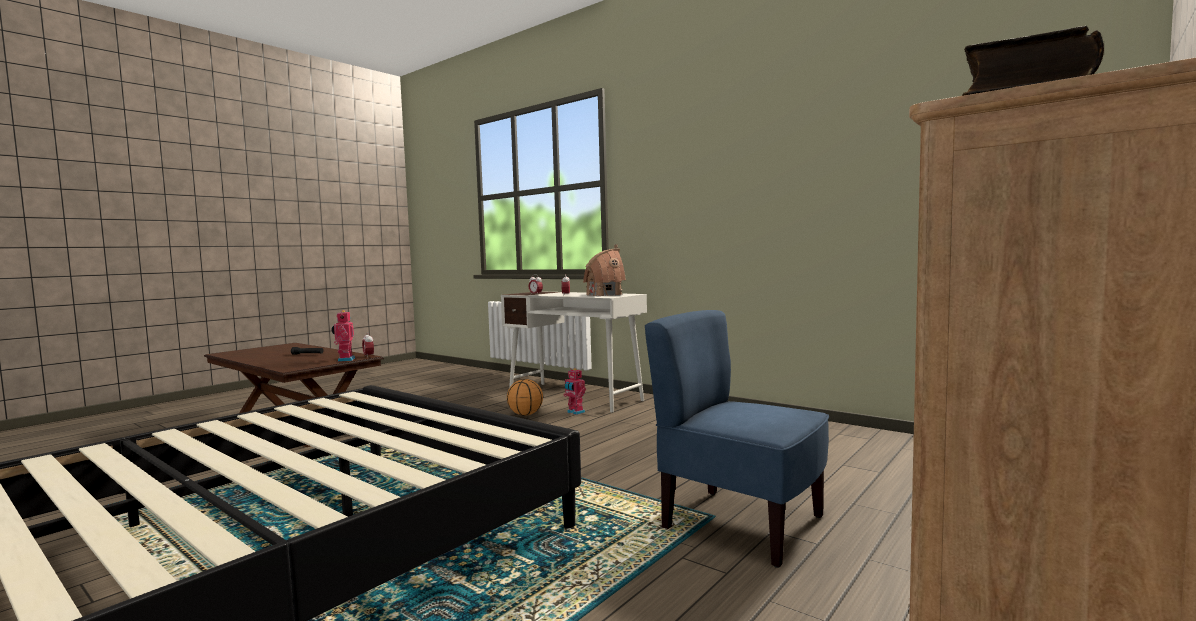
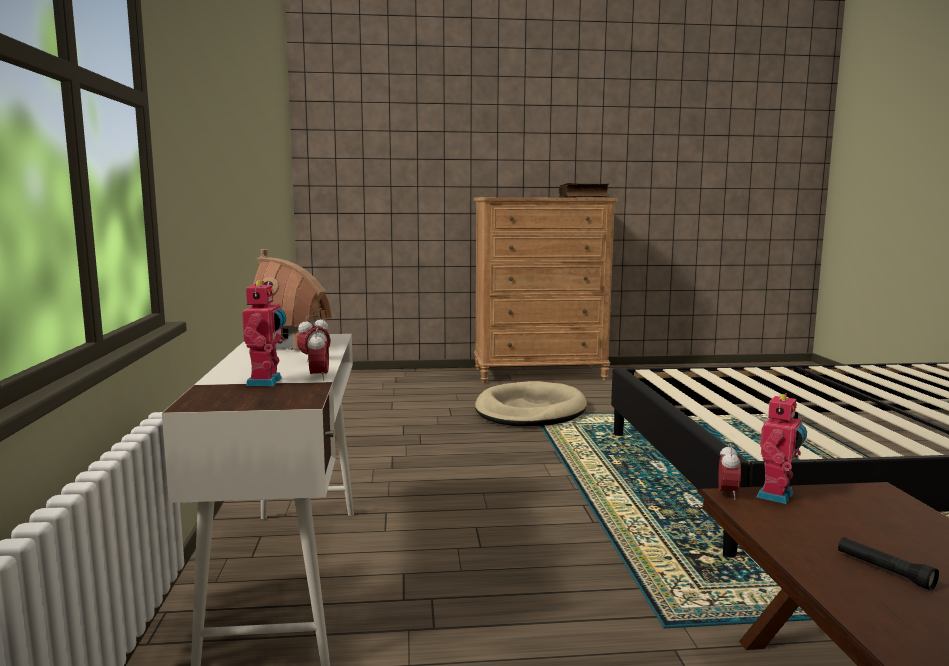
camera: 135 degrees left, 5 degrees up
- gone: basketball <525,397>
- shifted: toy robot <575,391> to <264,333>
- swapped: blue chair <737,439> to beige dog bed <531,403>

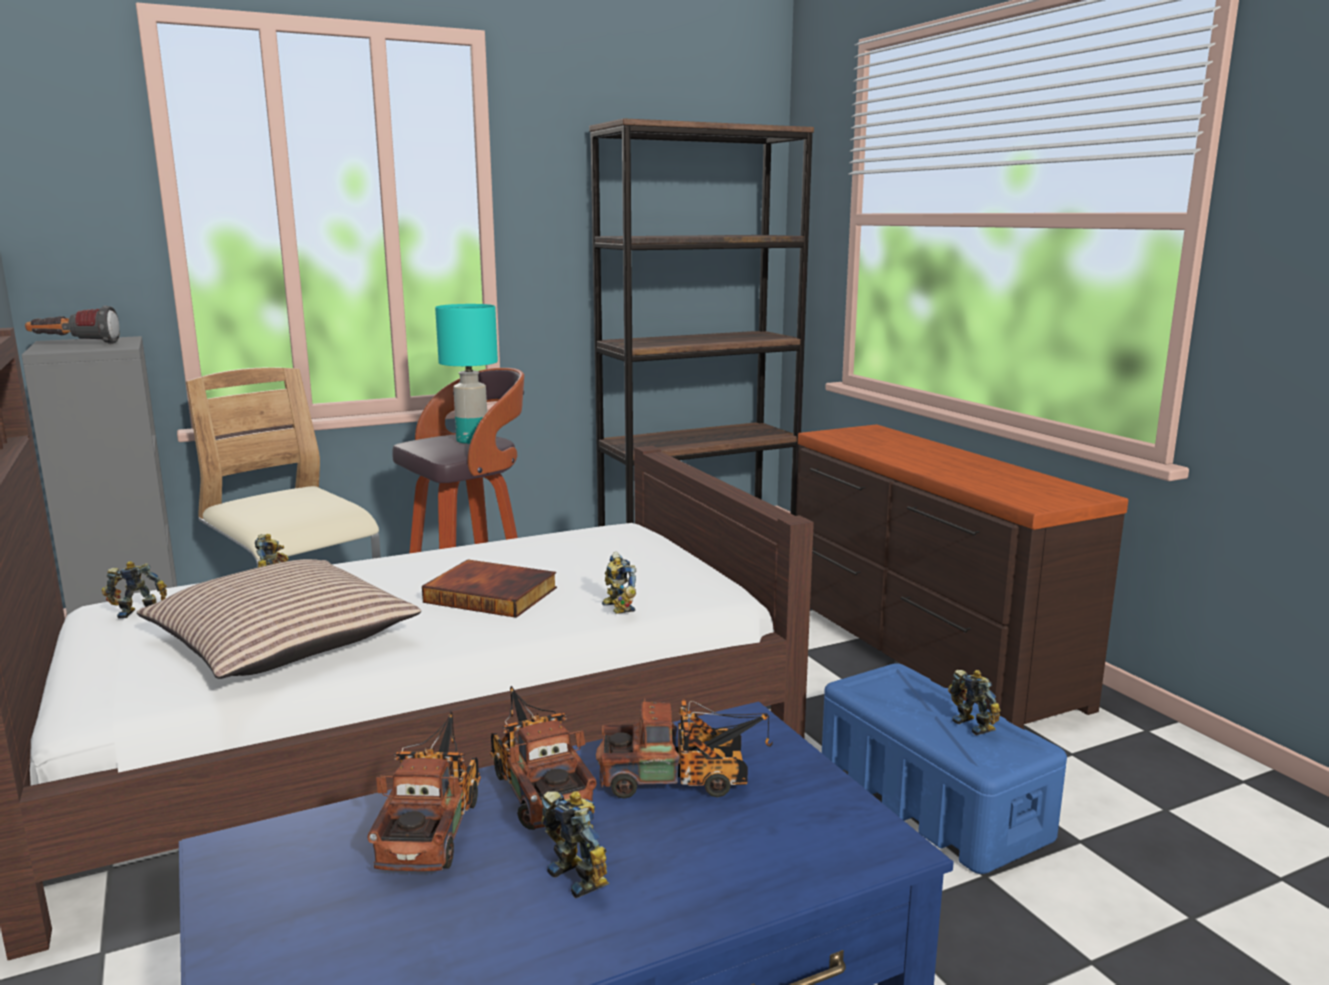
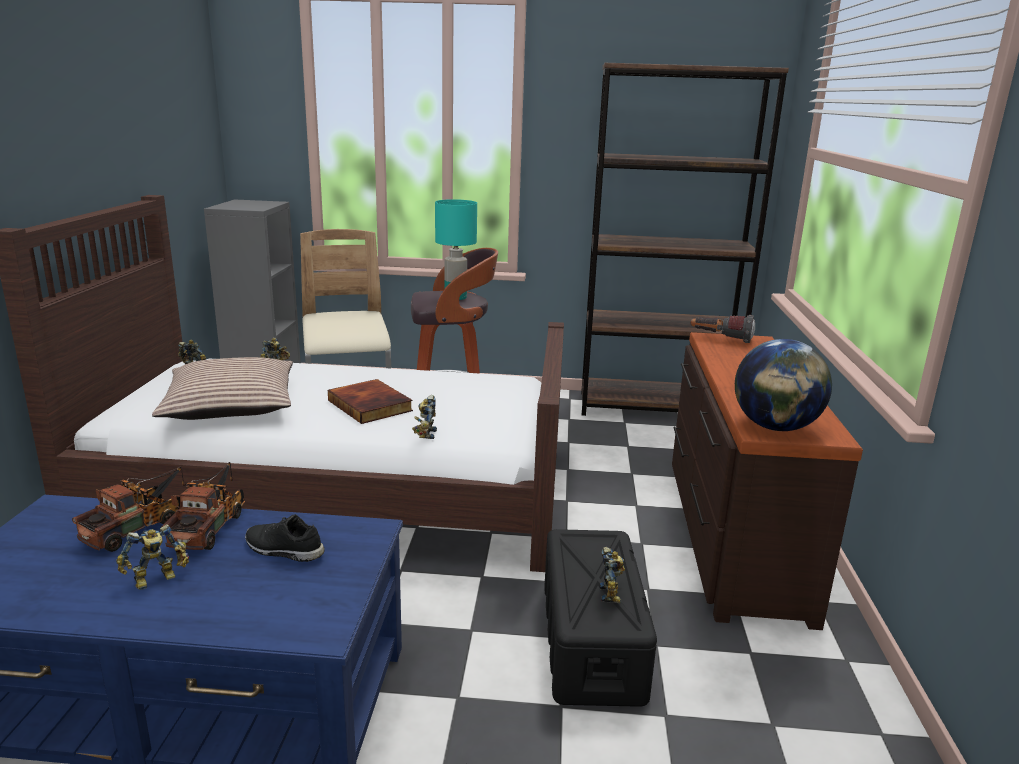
camera: 30 degrees right, 5 degrees up
- new: globe <783,385>
- shifted: flashlight <72,325> to <723,329>
- swapped: toy truck <684,748> to black shoe <285,538>
- repainted: blue storage box <944,768> to black storage box <600,618>
- rotated: toy robot <575,844> = <152,557> 60 degrees clockwise

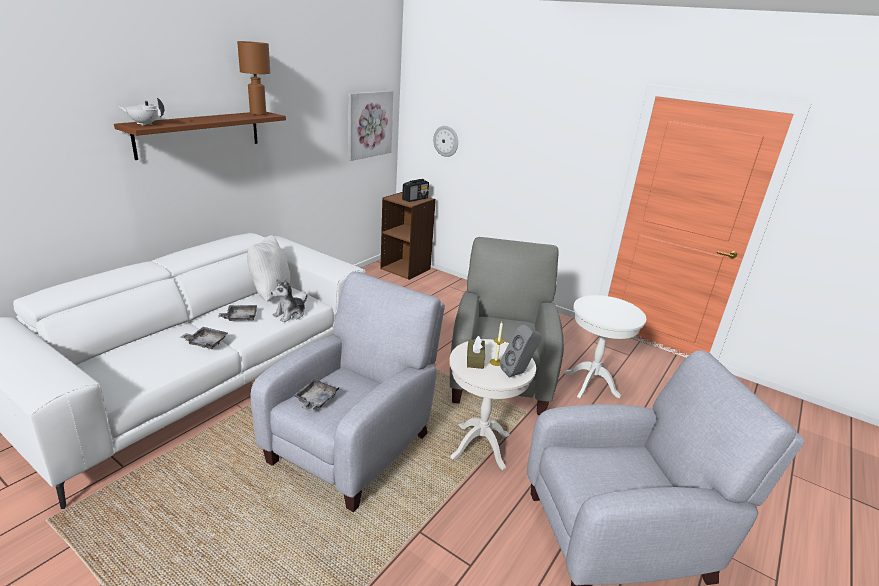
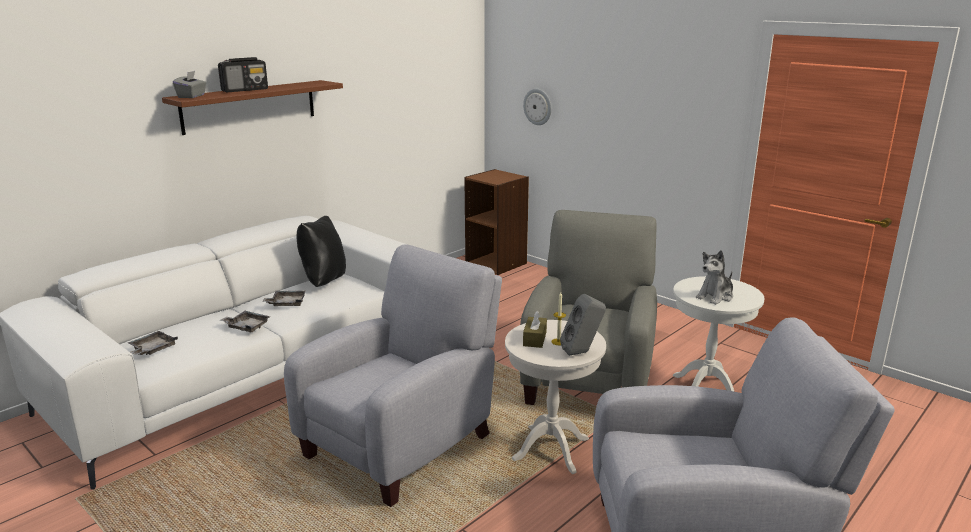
camera: 10 degrees right, 5 degrees down
- gone: brown table lamp <253,78>
- gone: picture <371,126>
- shifted: plush toy <289,300> to <714,277>
- shifted: grey tray <315,395> to <153,343>
- shifted: radio <415,190> to <243,74>
- swapped: white teapot <141,112> to grey tissue box <189,84>
- repainted: white pillow <268,268> to black pillow <321,251>

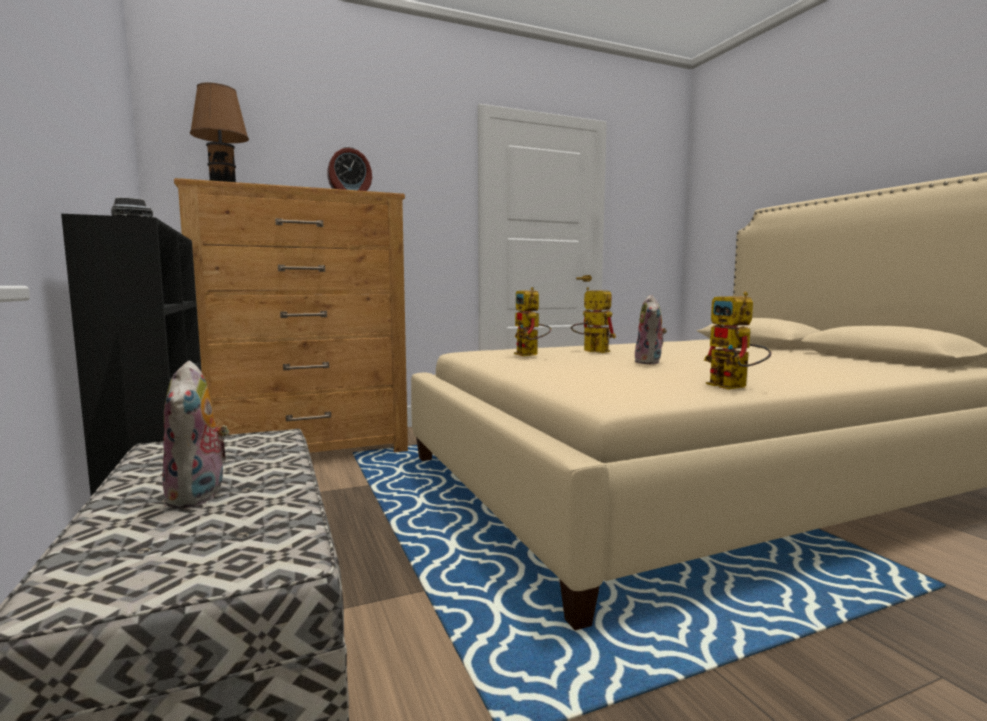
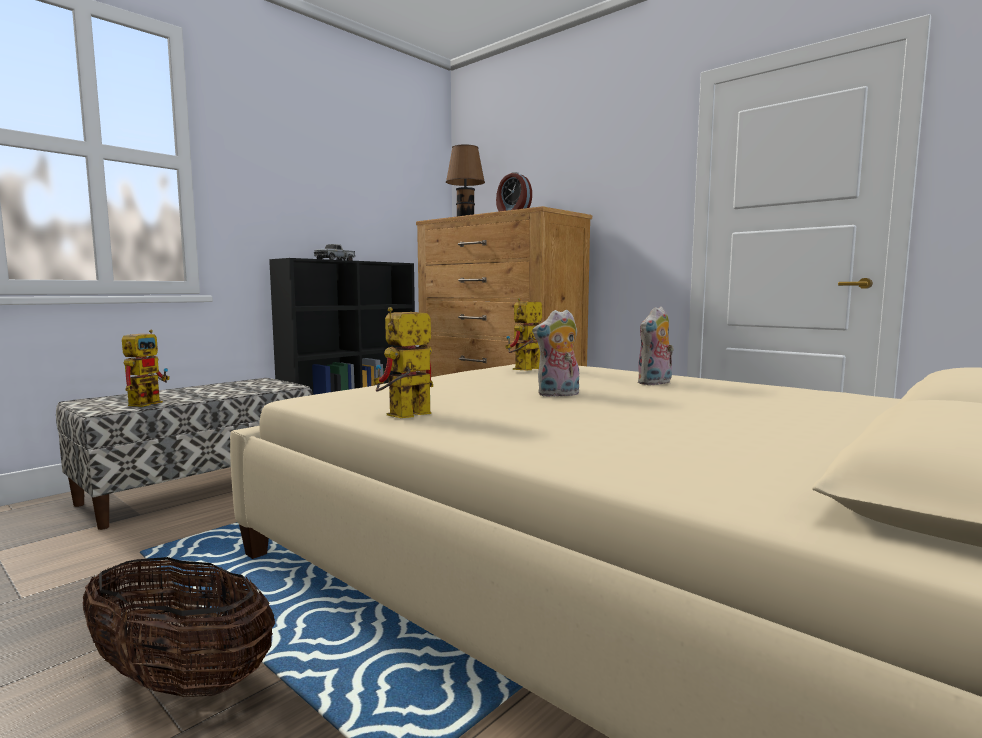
camera: 65 degrees right, 0 degrees up
- new: basket <178,627>
- shifted: plush toy <195,435> to <655,345>
- shifted: toy robot <593,320> to <146,368>

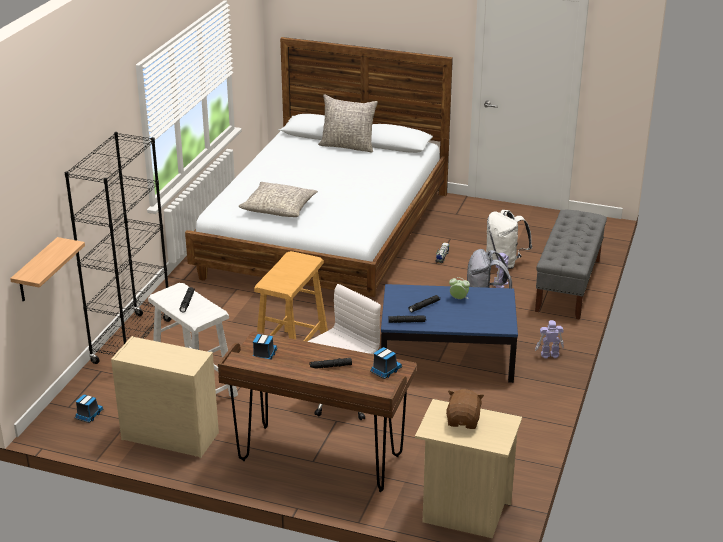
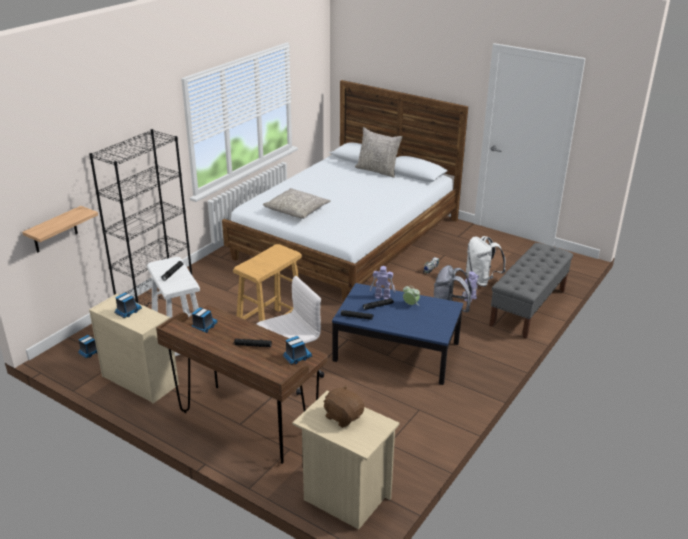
camera: 15 degrees right, 0 degrees up
- new: toy truck <128,305>
- shifted: toy robot <549,339> to <382,282>
- rotated: brown plush toy <465,409> = <343,406> 75 degrees counterclockwise

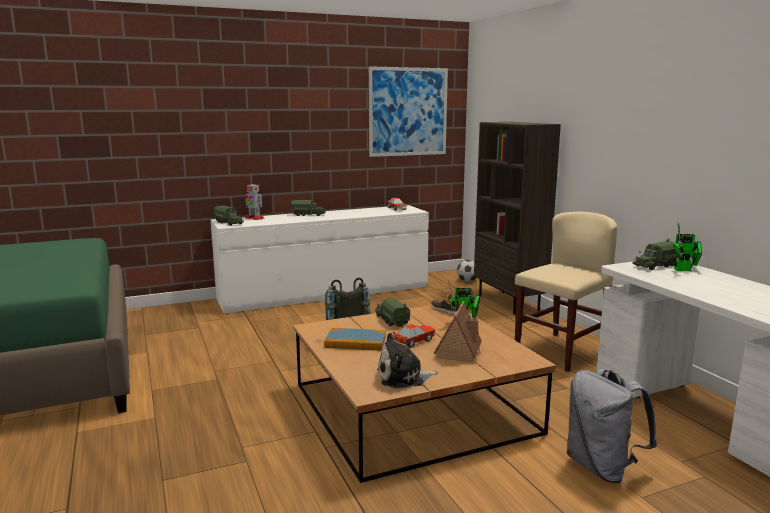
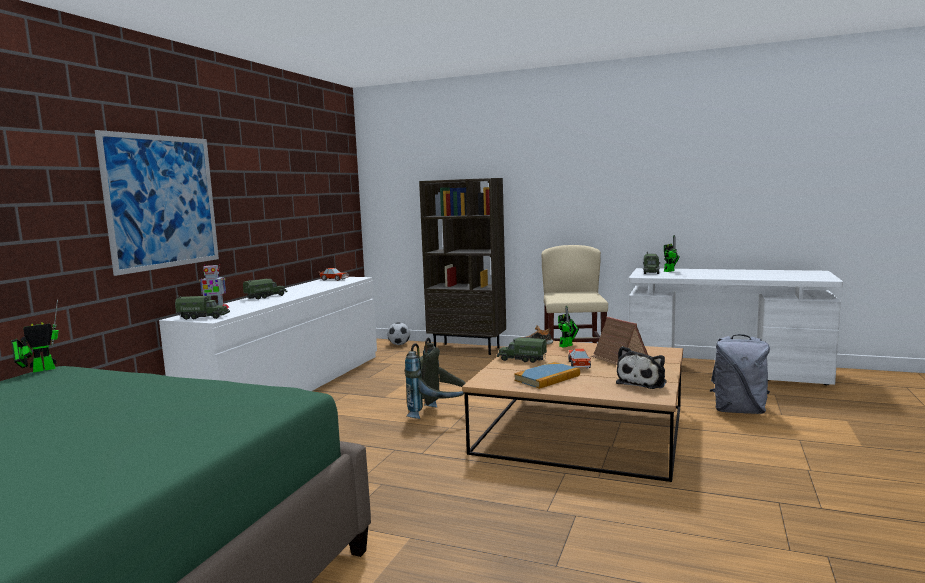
camera: 45 degrees left, 5 degrees down
- new: toy robot <35,336>
- shifted: picture <408,111> to <157,203>

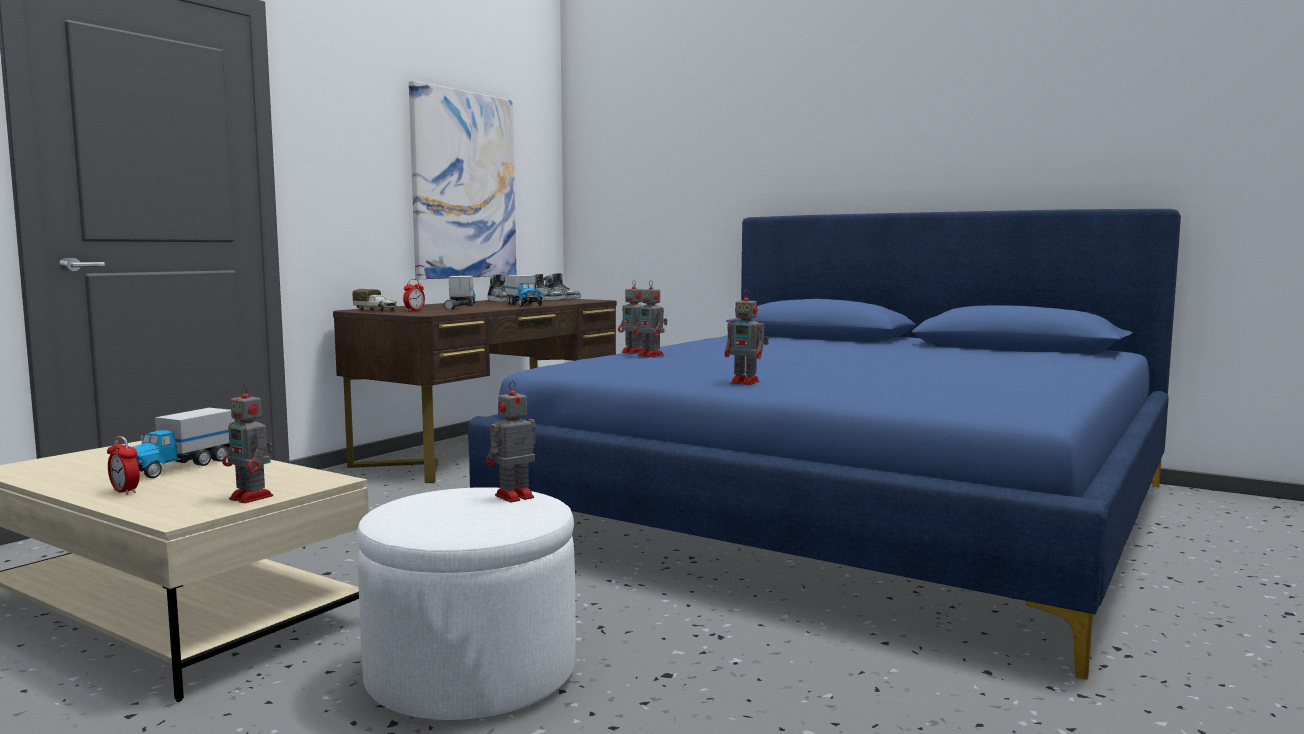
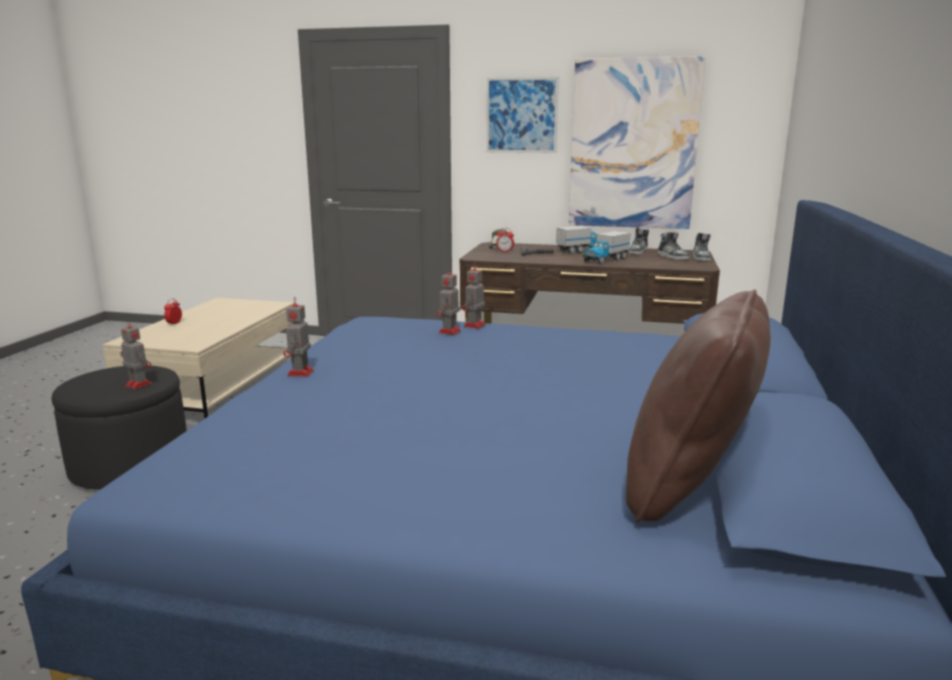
camera: 70 degrees right, 10 degrees up
- gone: toy truck <184,443>
- gone: toy robot <247,443>
- new: picture <522,115>
- new: brown pillow <698,406>
- repainted: white ottoman <466,603> to black ottoman <119,427>

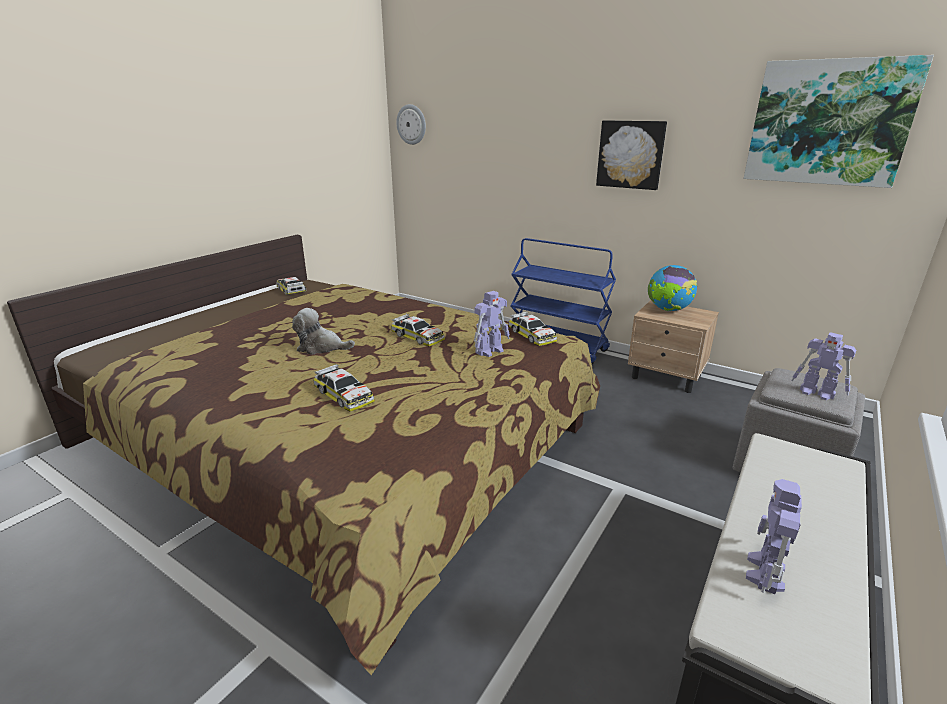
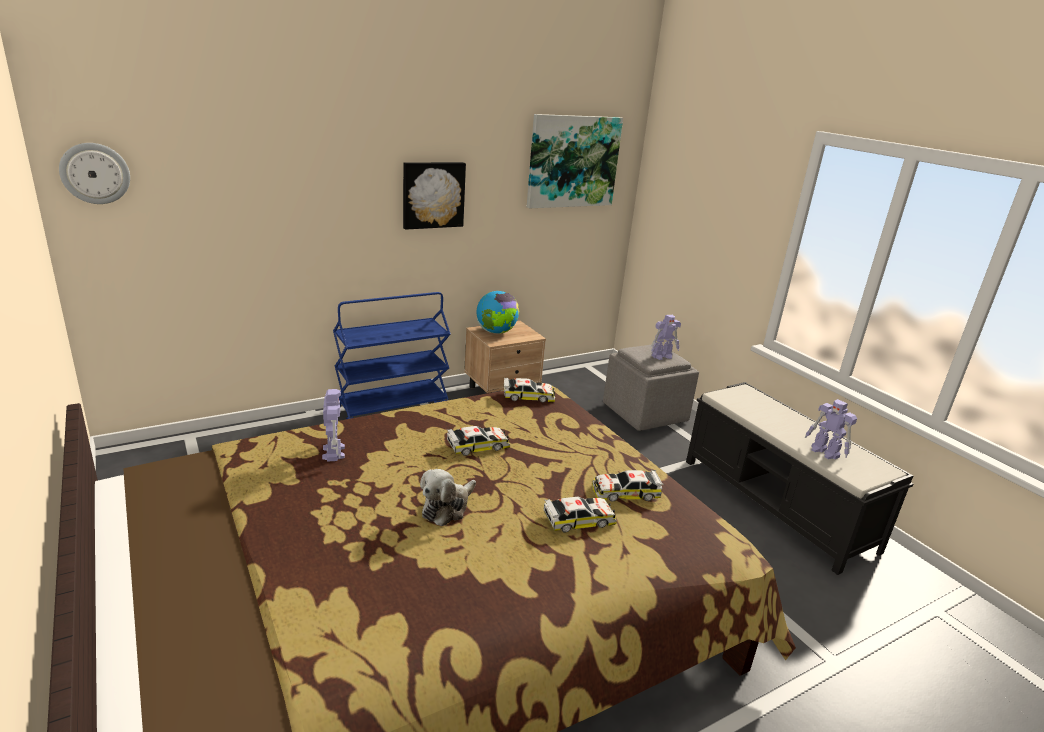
camera: 65 degrees left, 0 degrees up
- shifted: toy car <291,286> to <627,485>
- shifted: toy robot <492,324> to <333,425>

